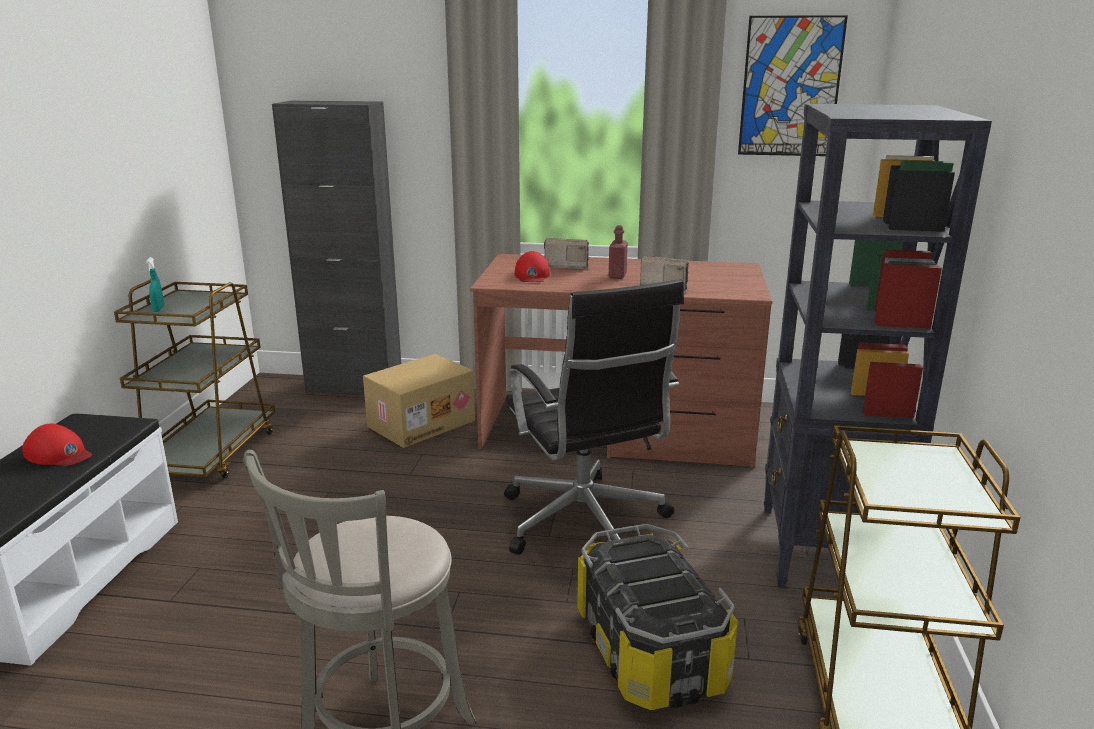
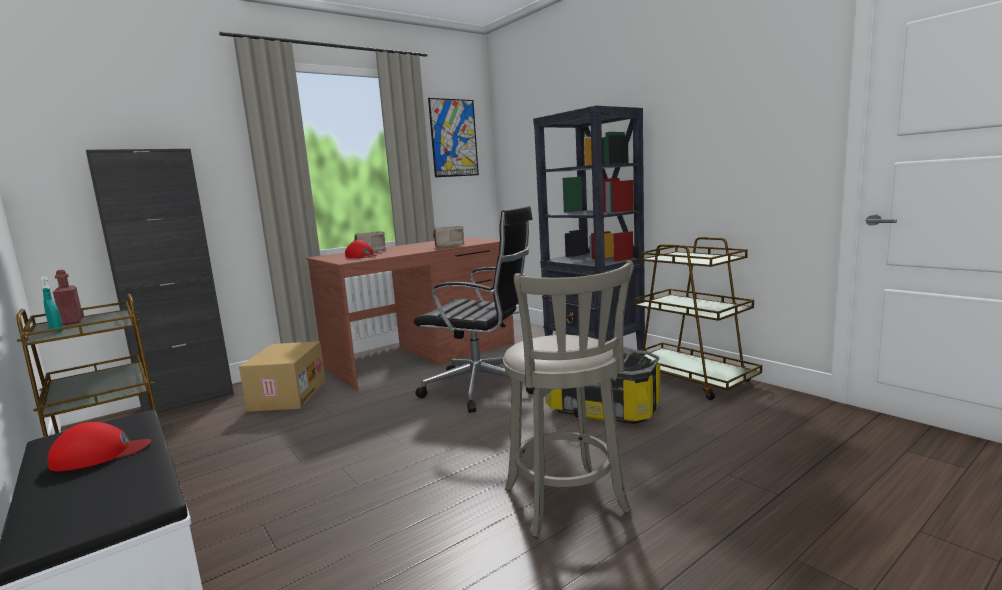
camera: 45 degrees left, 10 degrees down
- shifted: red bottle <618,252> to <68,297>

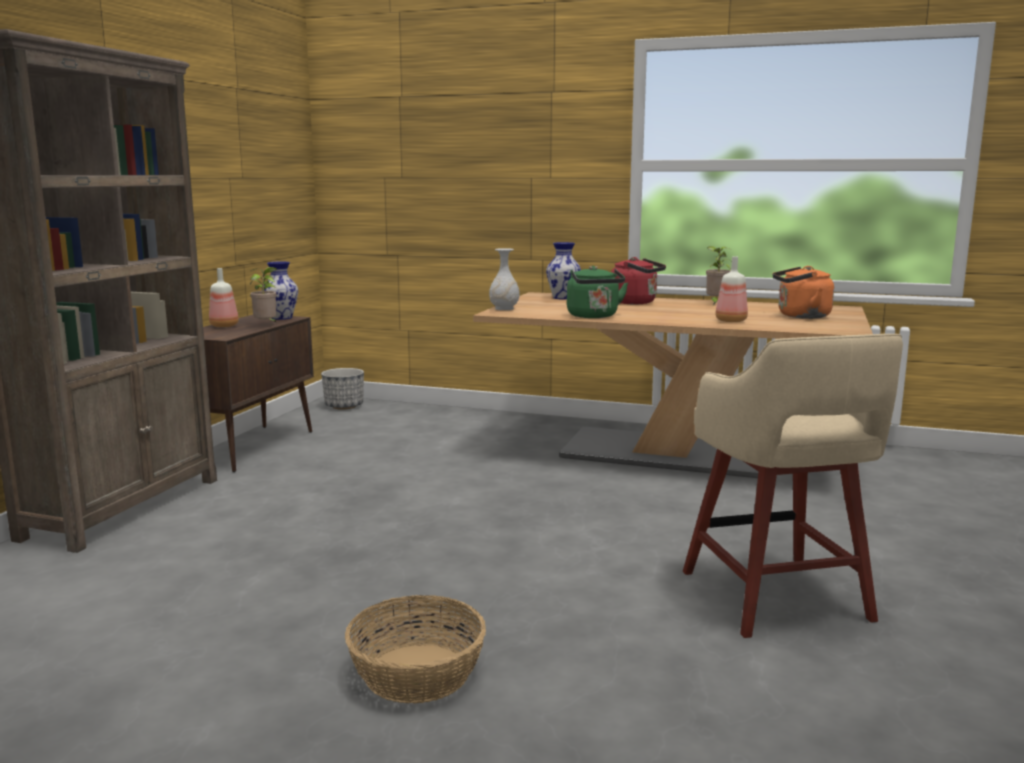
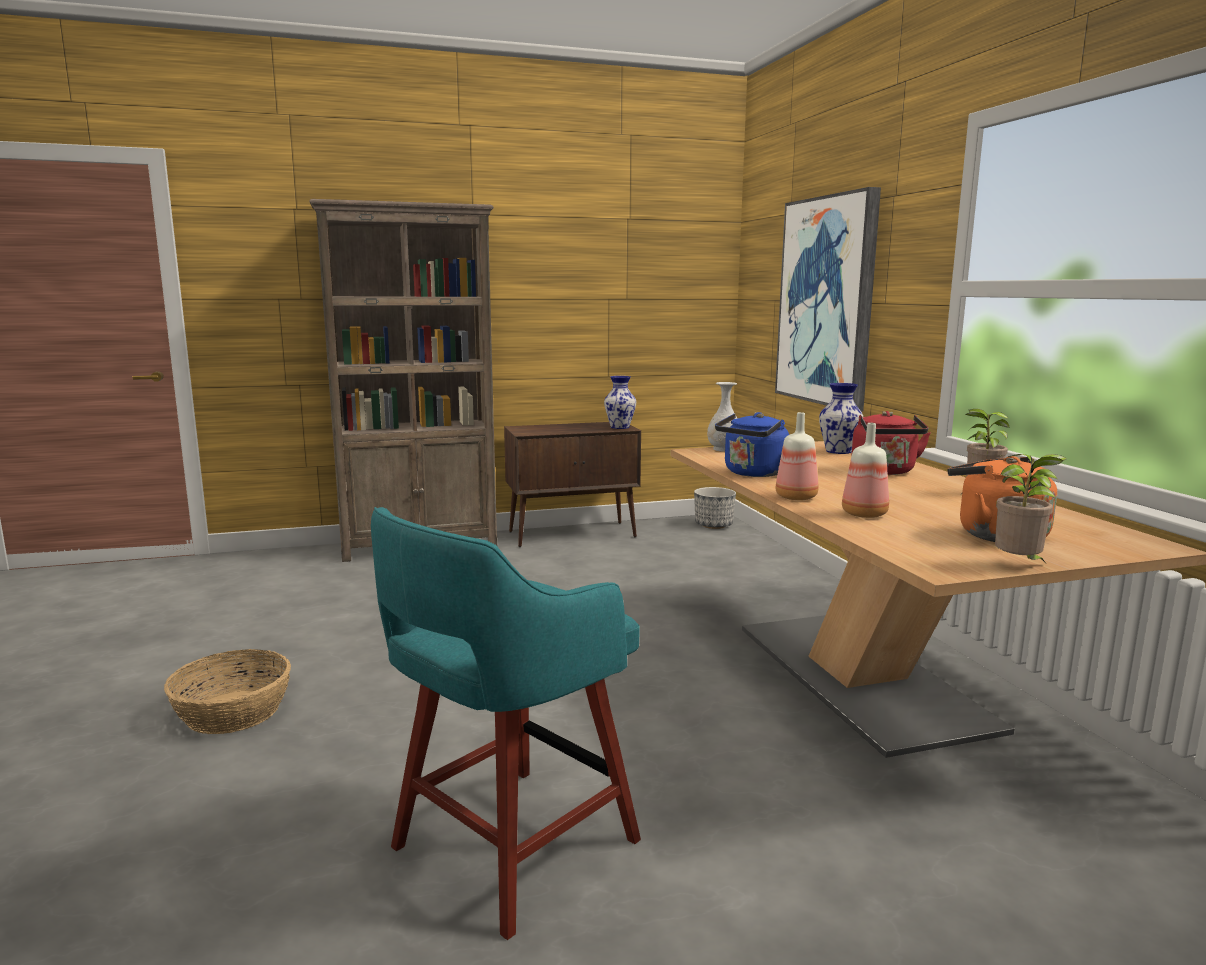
camera: 55 degrees right, 0 degrees up
- new: picture <828,299>
- shifted: bottle <224,297> to <797,456>
- shifted: potted plant <263,295> to <1031,508>
- repainted: green kettle <597,292> to blue kettle <752,444>
- repainted: beige stool <793,486> to turquoise stool <506,723>

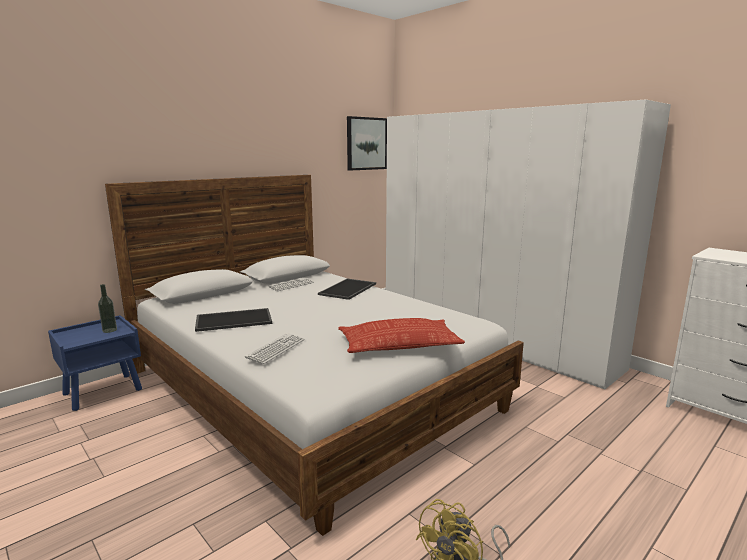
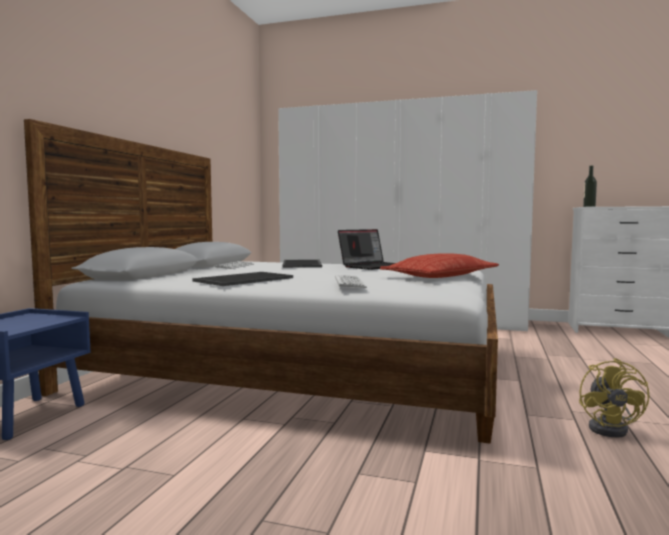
camera: 30 degrees left, 10 degrees down
- gone: picture <367,143>
- new: laptop <366,249>
- shifted: bottle <107,308> to <590,186>

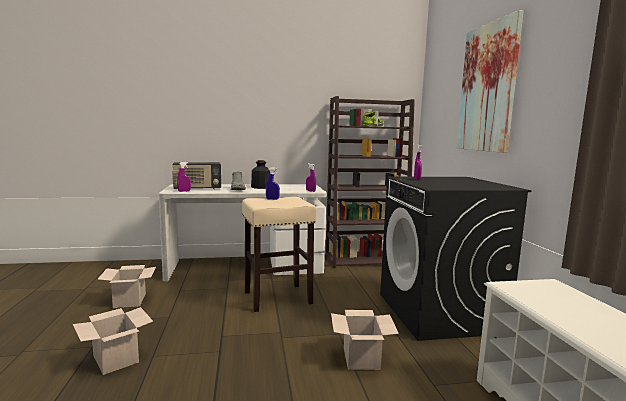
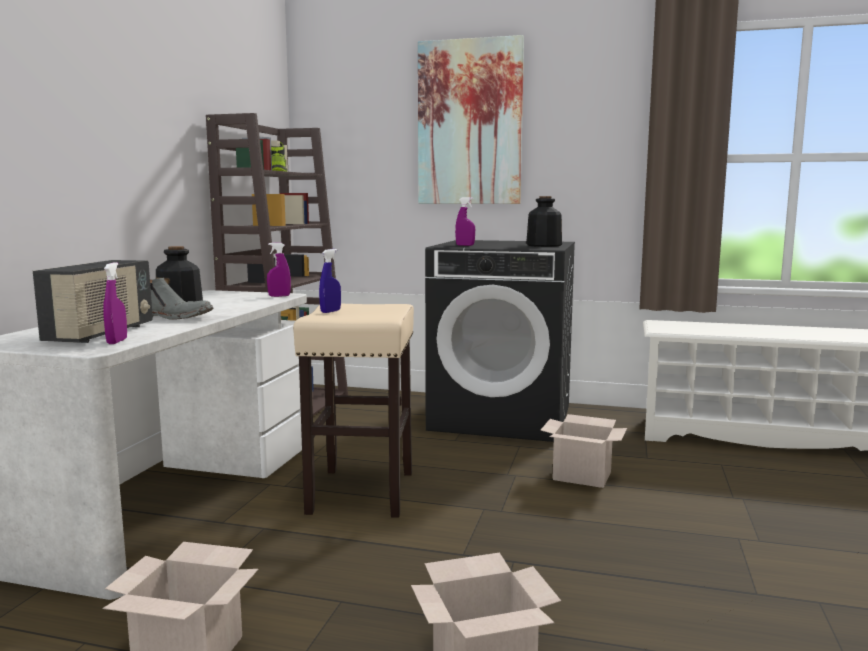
camera: 65 degrees left, 0 degrees up
- new: bottle <544,221>

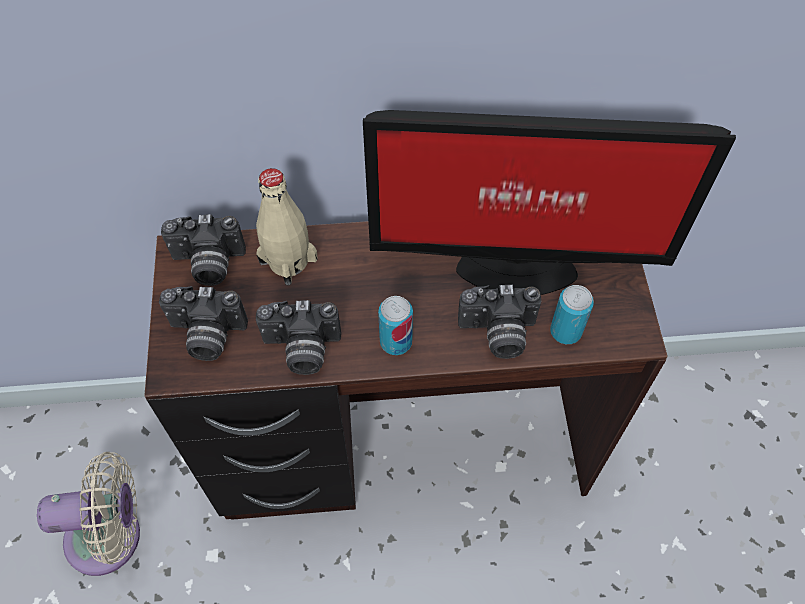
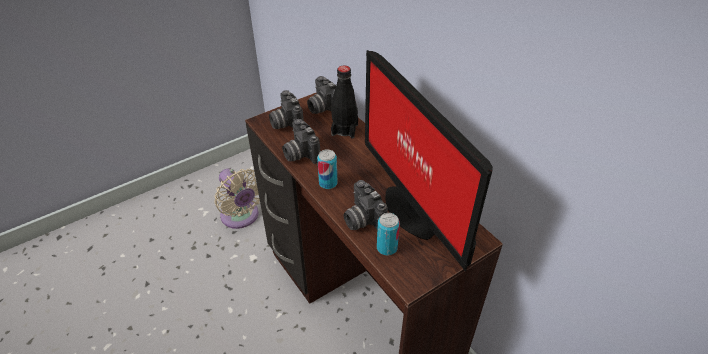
camera: 60 degrees right, 15 degrees down
- repainted: beige bottle <287,227> to black bottle <344,102>

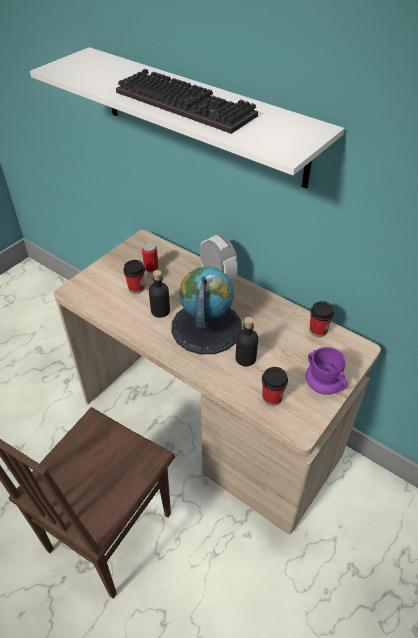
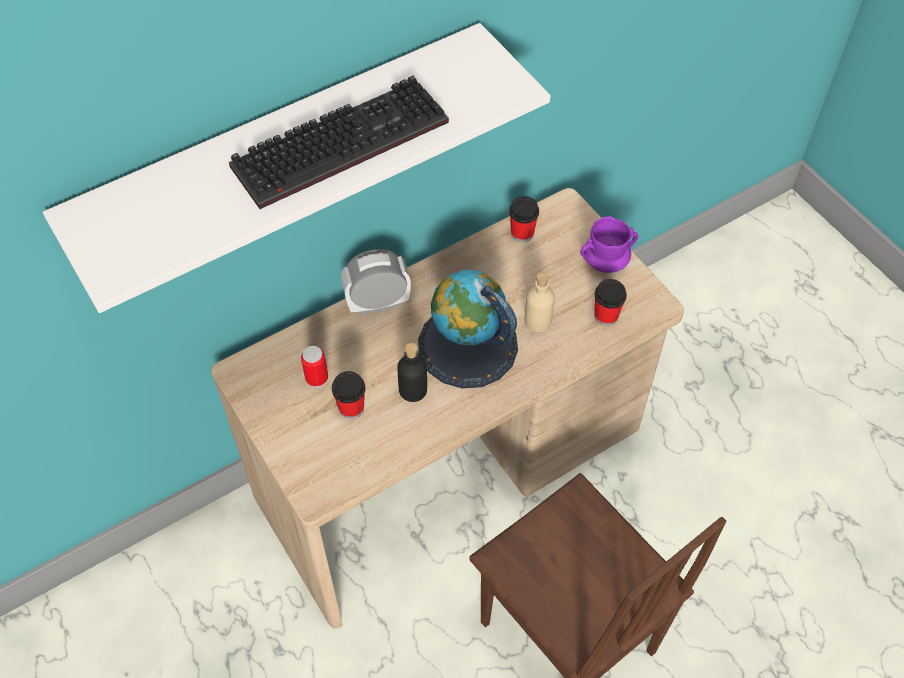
camera: 70 degrees left, 10 degrees up
- repainted: black bottle <247,341> to beige bottle <540,302>

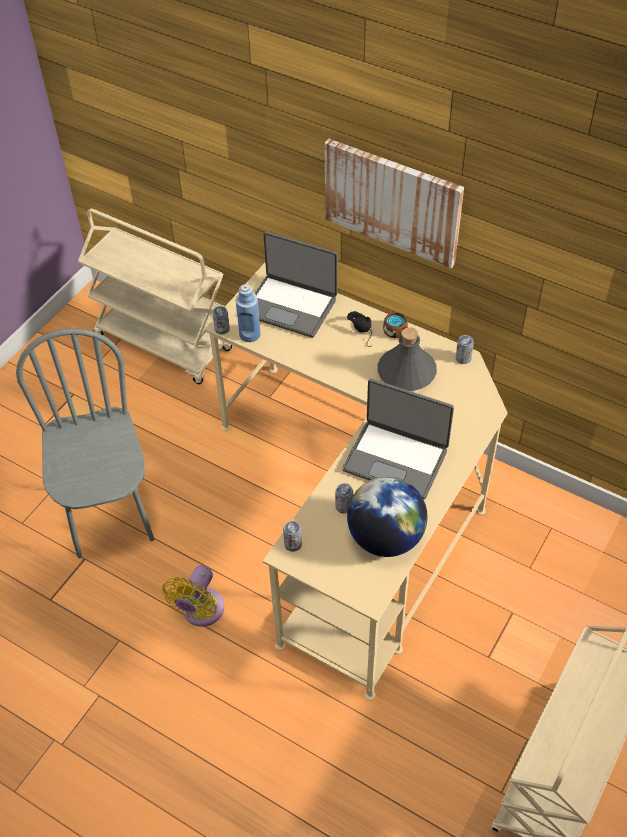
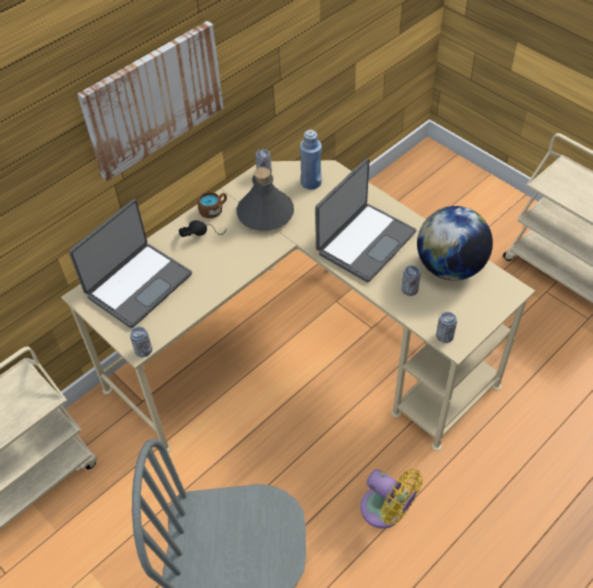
camera: 75 degrees left, 0 degrees up
- shifted: blue bottle <248,313> to <311,160>

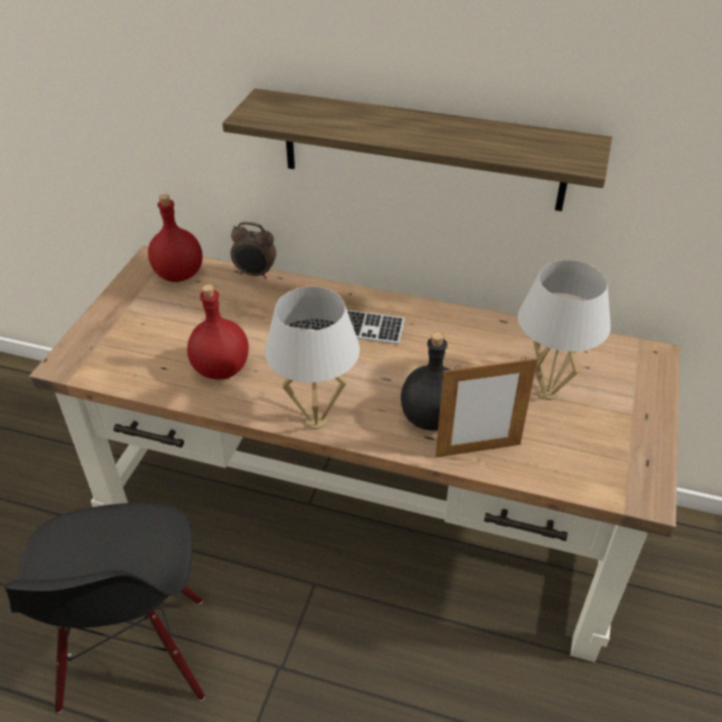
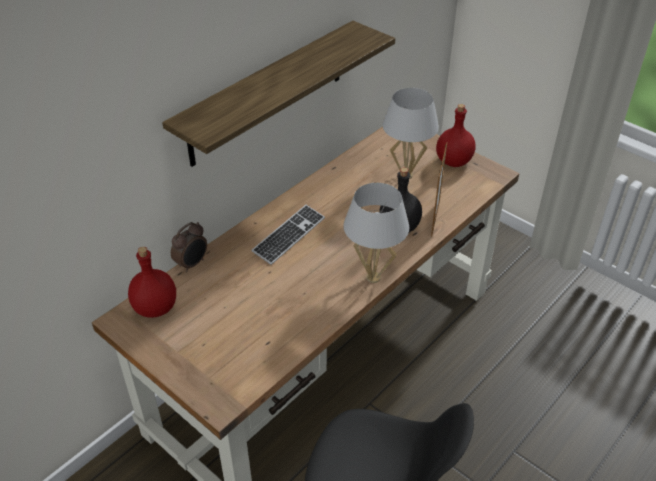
camera: 65 degrees left, 0 degrees up
- shifted: red bottle <218,332> to <456,135>

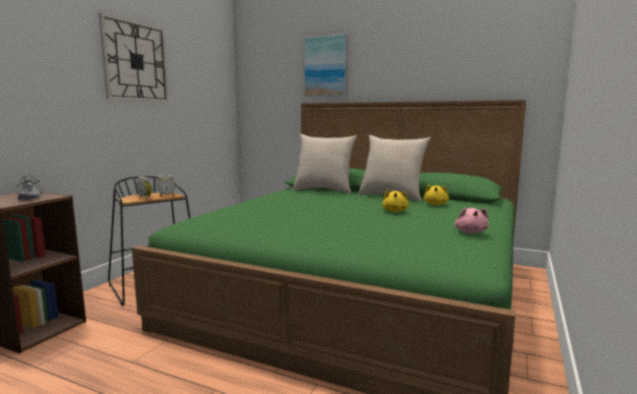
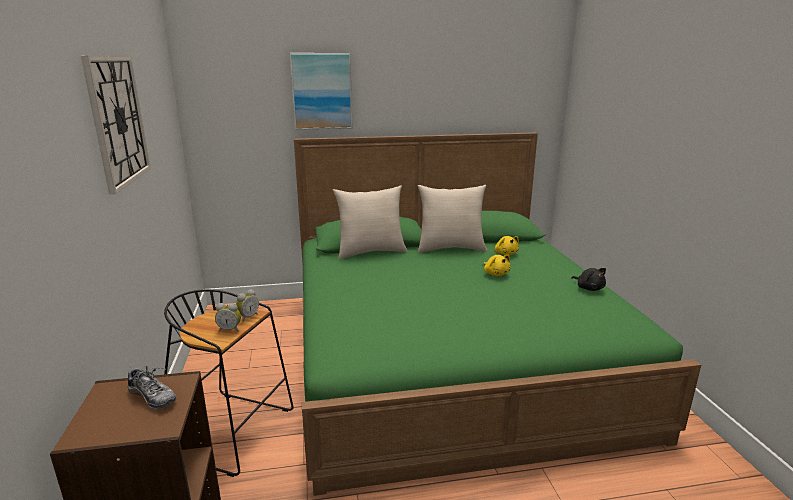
camera: 35 degrees left, 10 degrees up
- repainted: pink plush toy <471,220> to black plush toy <588,279>

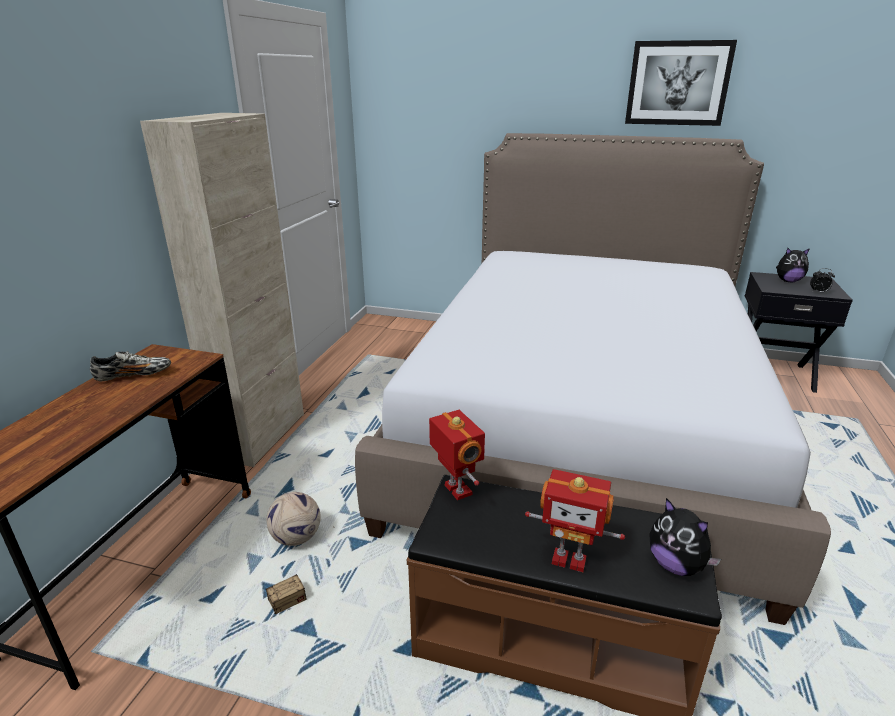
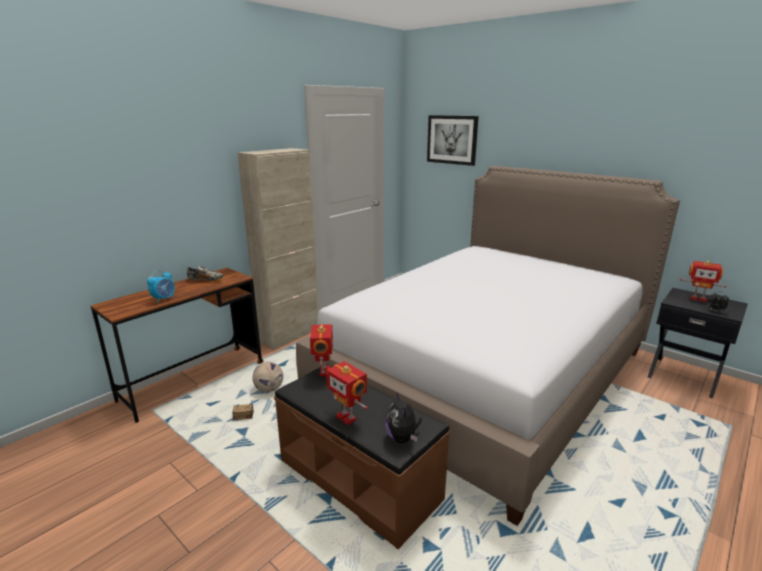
camera: 25 degrees right, 5 degrees down
- new: alarm clock <161,286>
- shifted: picture <681,83> to <453,140>
- swapped: plush toy <793,265> to toy robot <703,281>

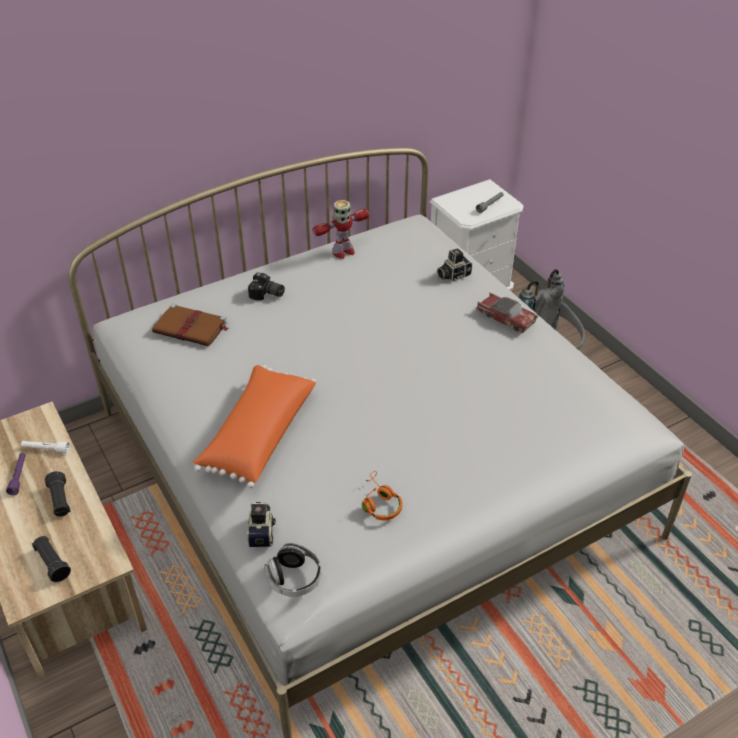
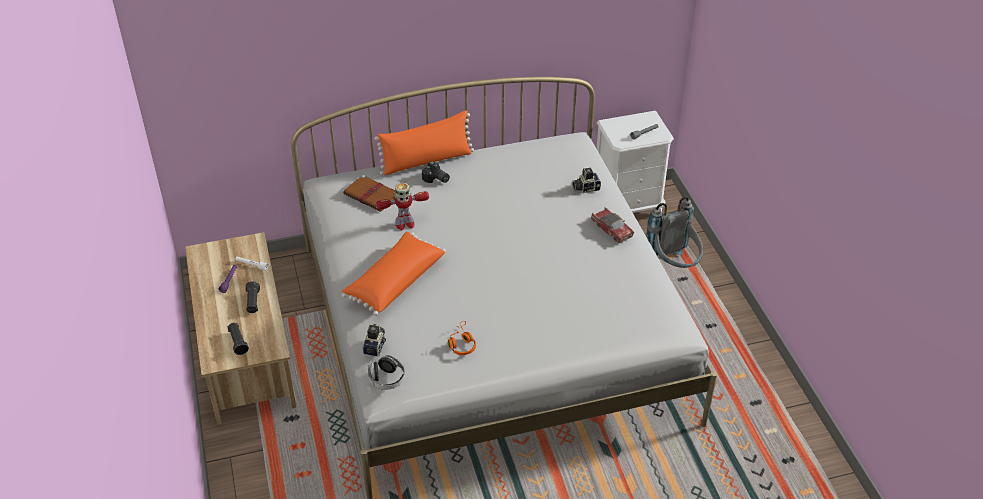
camera: 15 degrees right, 0 degrees up
- new: orange pillow <424,142>
- shifted: toy robot <340,229> to <402,206>

